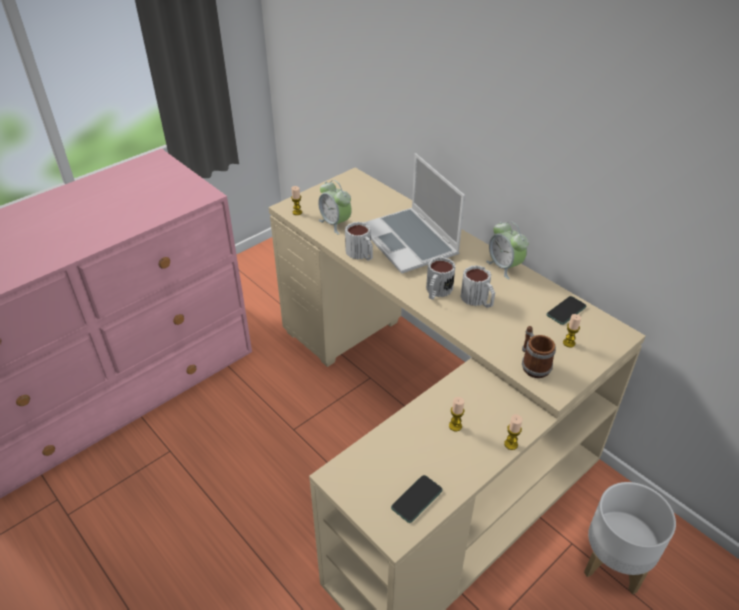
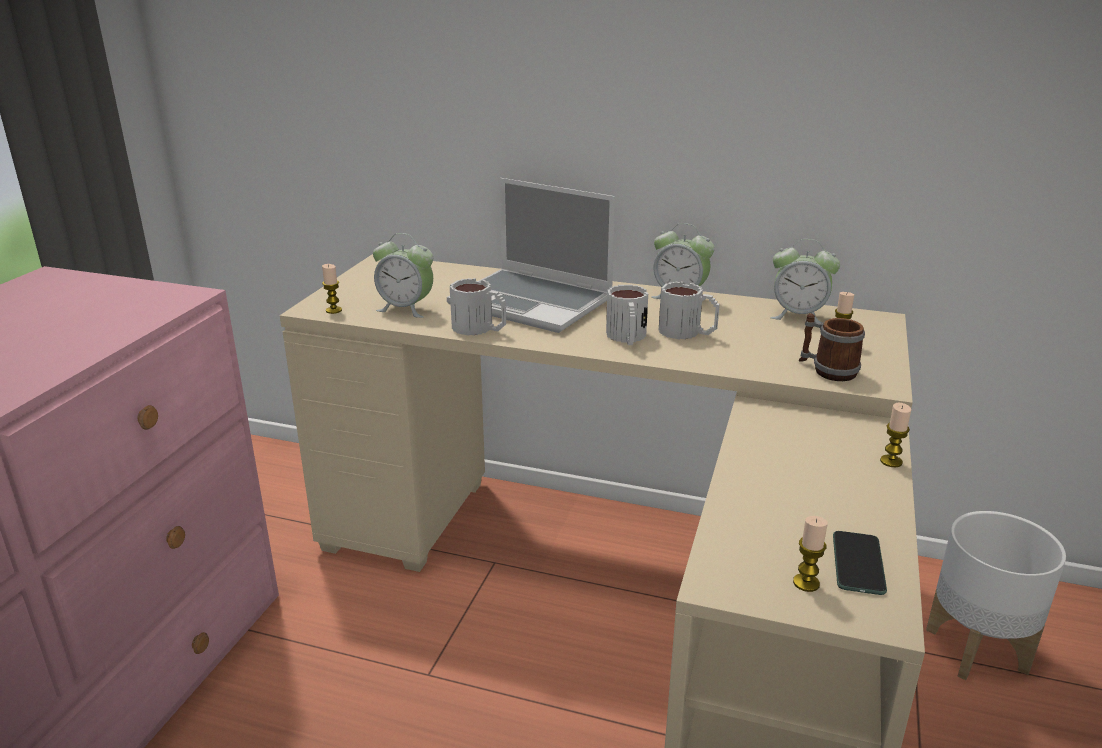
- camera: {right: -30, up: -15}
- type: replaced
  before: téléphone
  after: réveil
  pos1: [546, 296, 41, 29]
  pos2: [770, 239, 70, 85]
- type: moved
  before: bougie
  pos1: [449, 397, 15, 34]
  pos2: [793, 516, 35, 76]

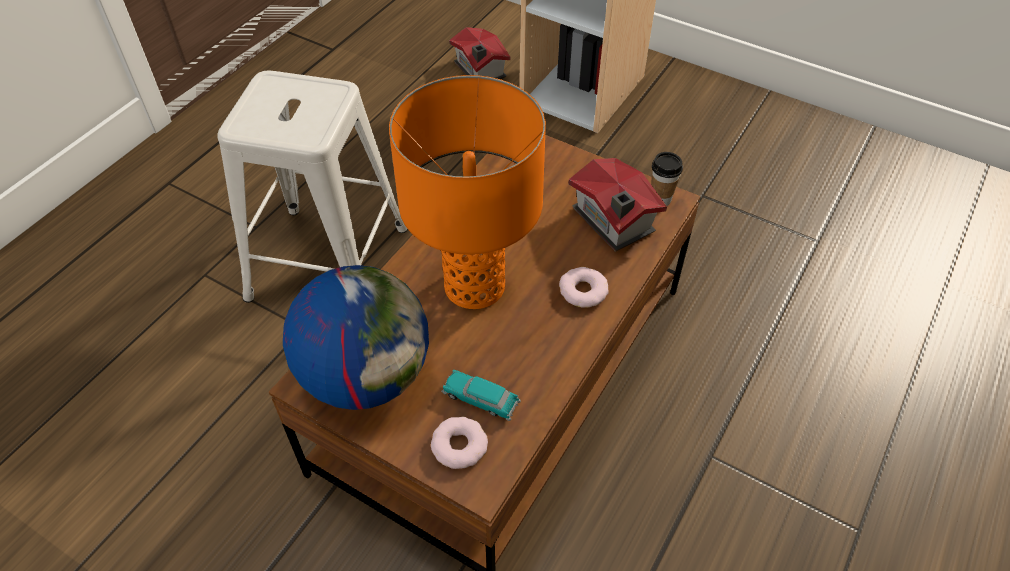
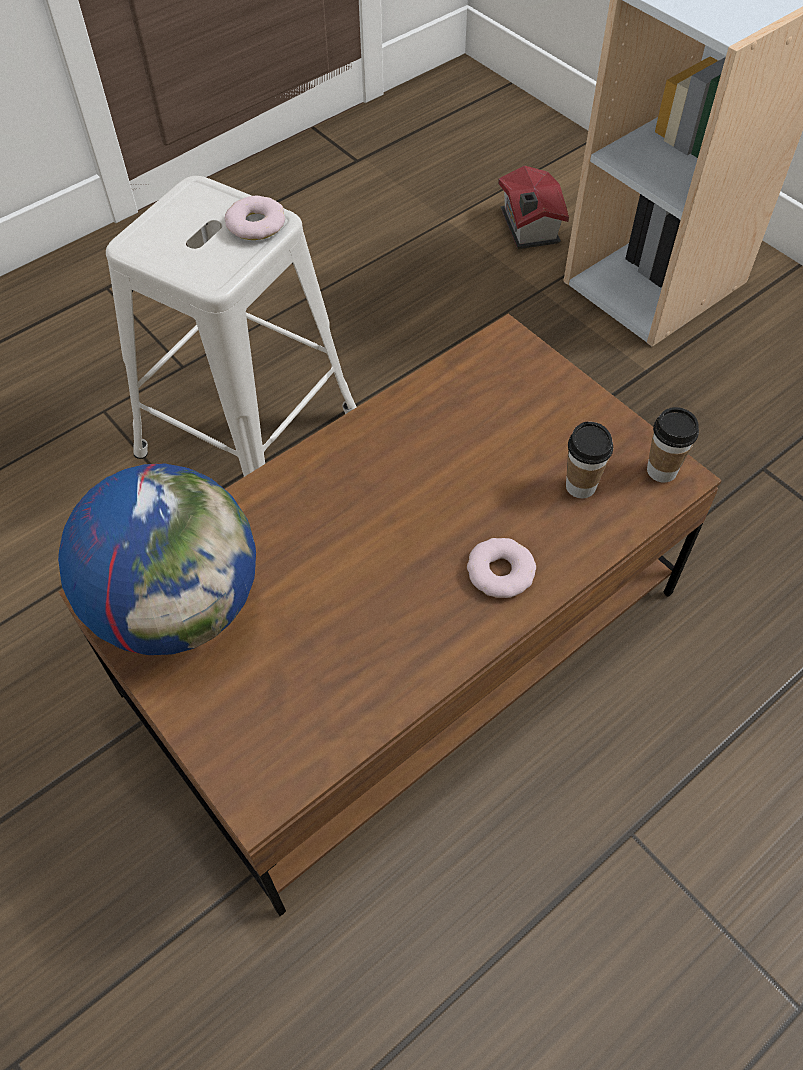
- camera: {right: 20, up: 5}
- type: removed
  before: lampe de table (orange)
  pos1: [389, 75, 157, 234]
- type: replaced
  before: maison miniature
  after: tasse
  pos1: [568, 158, 99, 94]
  pos2: [566, 422, 47, 76]
- type: removed
  before: petite voiture
  pos1: [441, 370, 80, 51]
- type: moved
  before: beignet
  pos1: [431, 417, 57, 52]
  pos2: [225, 195, 60, 45]

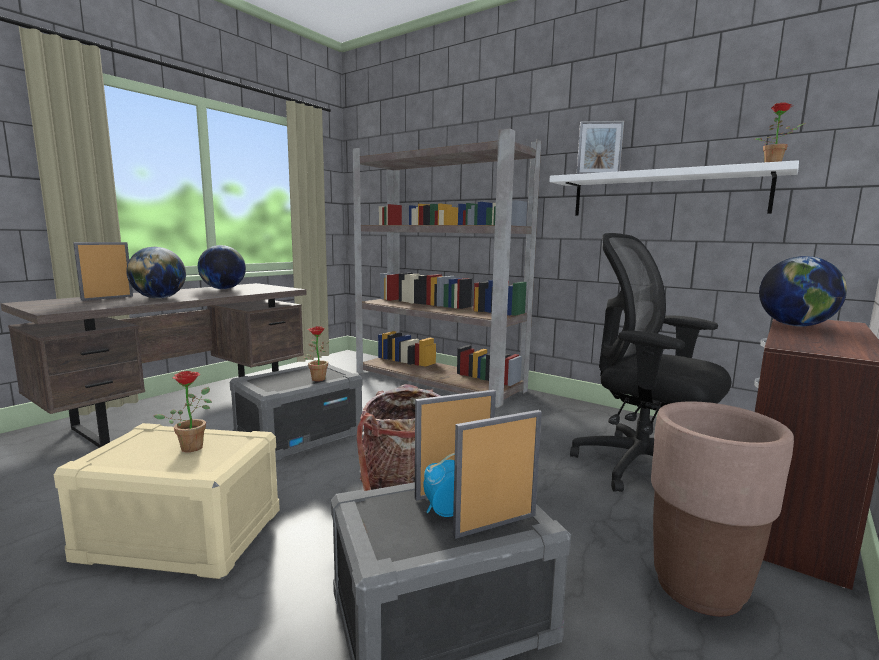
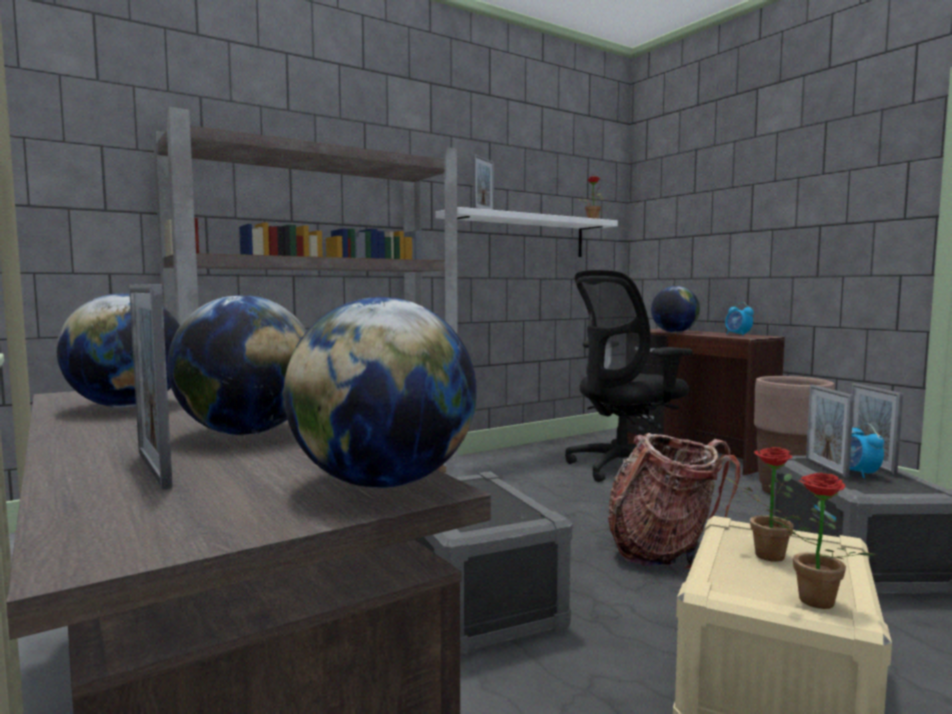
- camera: {right: -70, up: -5}
- type: moved
  before: plante en pot
  pos1: [304, 326, 26, 55]
  pos2: [770, 473, 107, 136]
- type: added
  after: globe
  pos2: [284, 297, 193, 191]
- type: added
  after: réveil
  pos2: [725, 302, 29, 34]

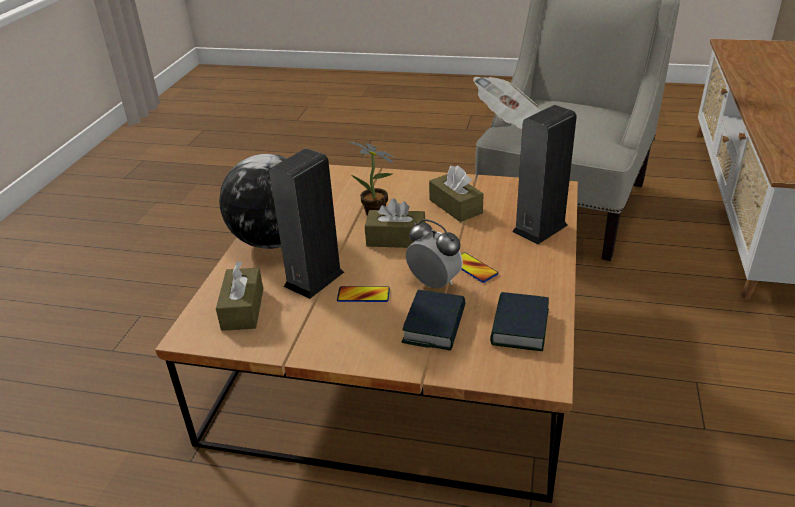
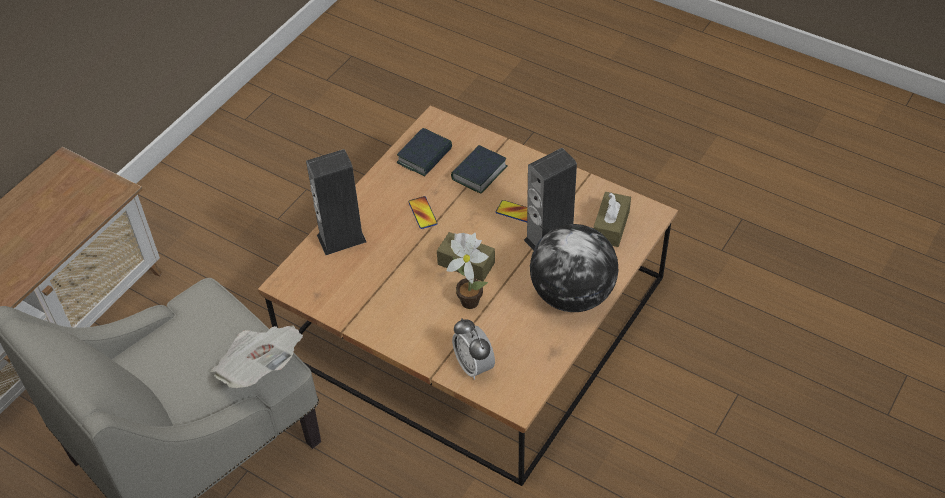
- camera: {right: -160, up: 15}
- type: removed
  before: boîte à mouchoirs (marron)
  pos1: [429, 166, 55, 56]
- type: moved
  before: réveil
  pos1: [406, 219, 57, 69]
  pos2: [452, 318, 43, 62]

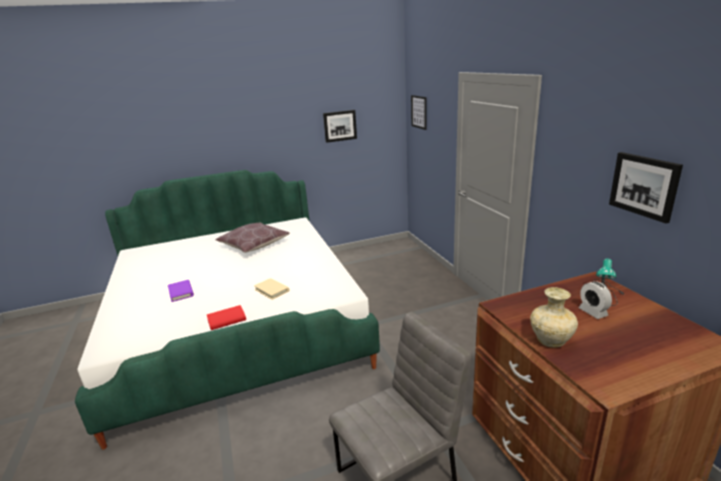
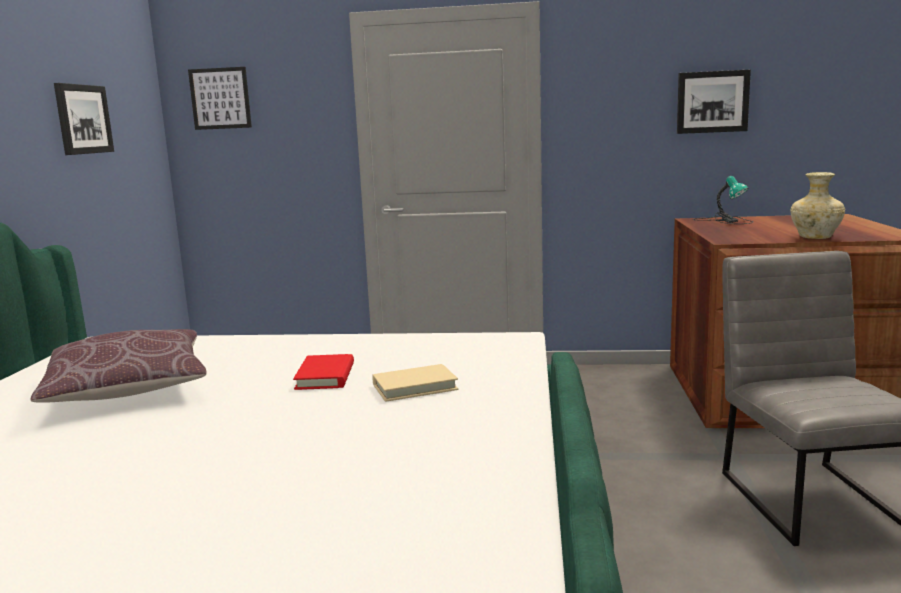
- camera: {right: -65, up: -10}
- type: removed
  before: livre (violet)
  pos1: [168, 280, 26, 22]
- type: removed
  before: réveil
  pos1: [578, 281, 34, 38]
- type: moved
  before: livre (rouge)
  pos1: [207, 305, 39, 25]
  pos2: [293, 354, 61, 36]

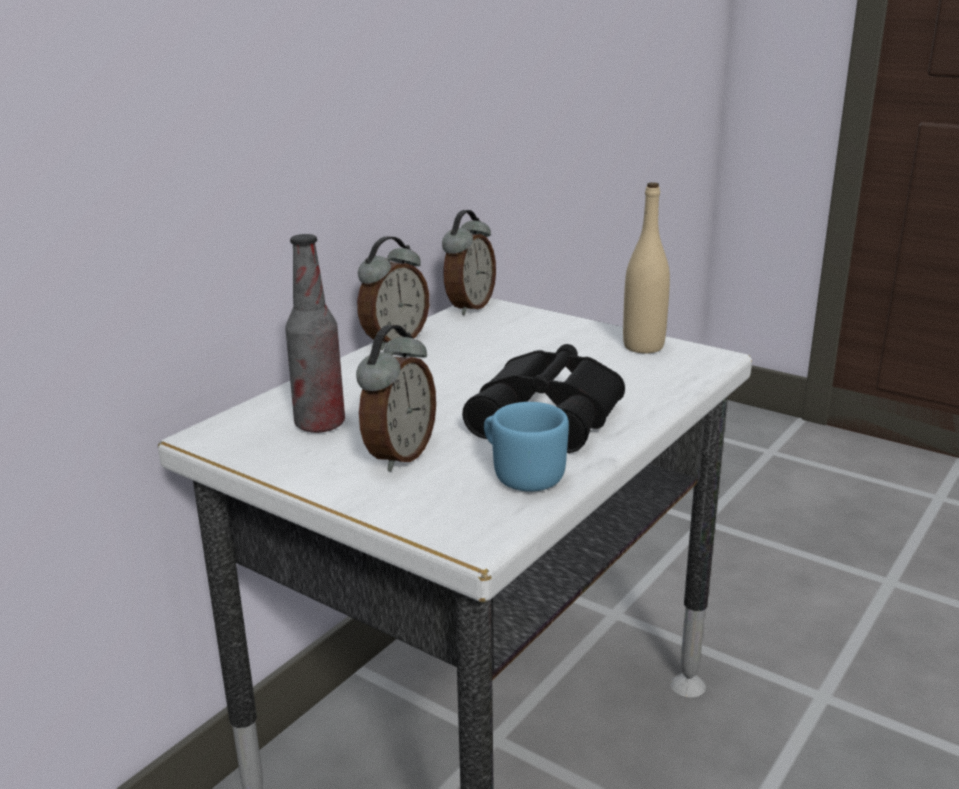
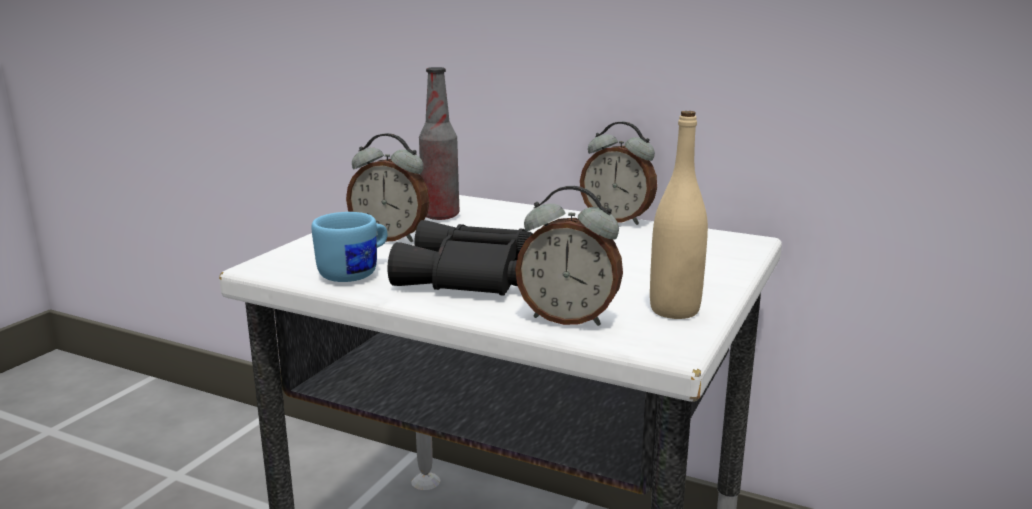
- camera: {right: 80, up: -5}
- type: moved
  before: réveil
  pos1: [442, 210, 54, 105]
  pos2: [515, 186, 108, 140]

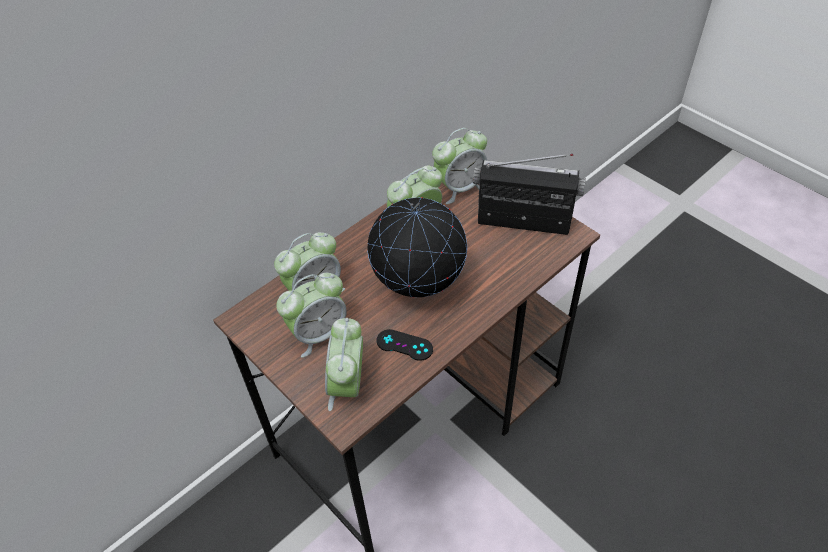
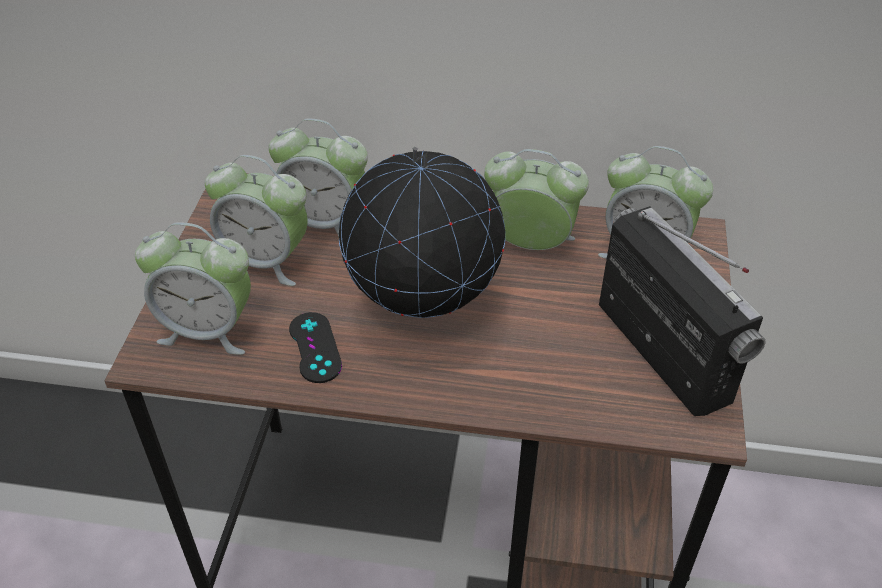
- camera: {right: 50, up: -5}
- type: turned
  before: réveil
  pos1: [325, 318, 38, 93]
  pos2: [135, 222, 116, 133]
  turn: -135

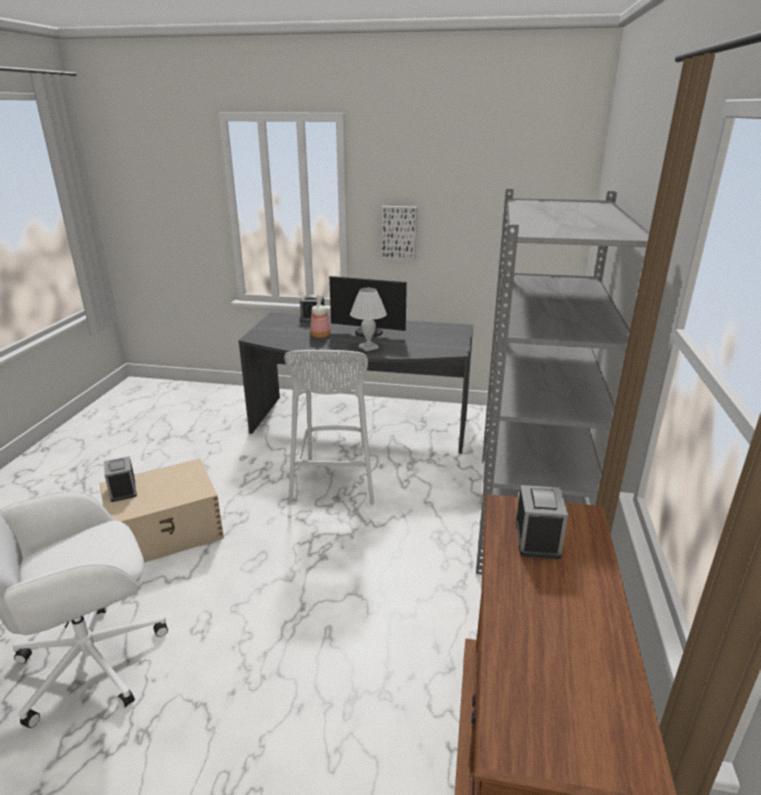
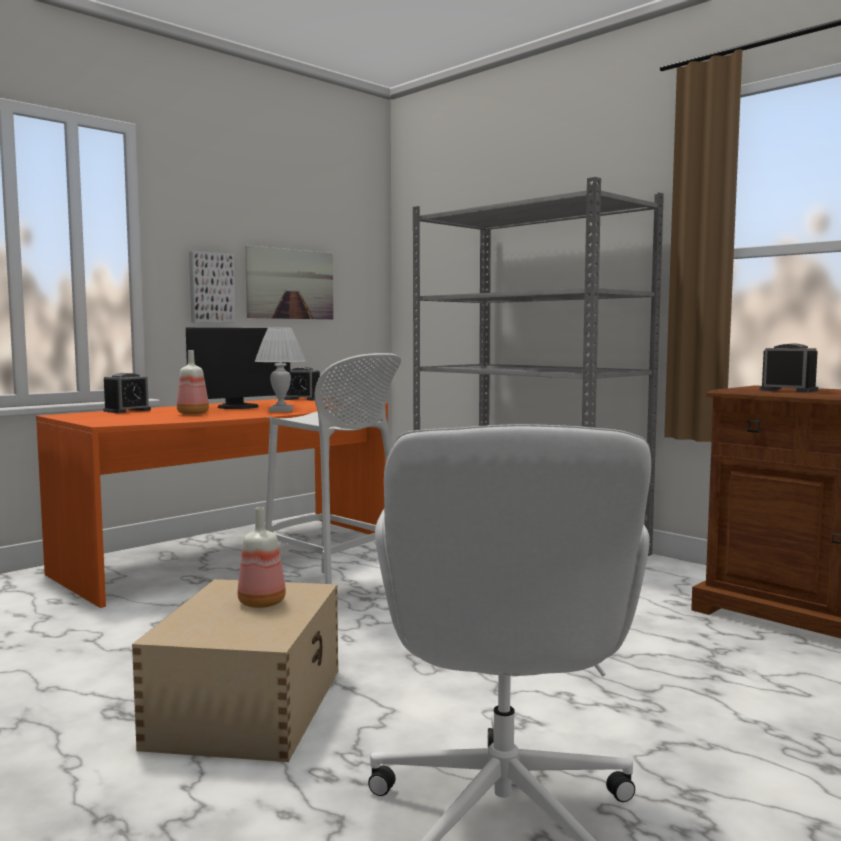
- camera: {right: -55, up: -20}
- type: recoloured
  before: bureau (gris)
  after: bureau (orange)
  pos1: [238, 313, 235, 141]
  pos2: [36, 397, 352, 211]
- type: moved
  before: réveil
  pos1: [104, 456, 33, 46]
  pos2: [284, 367, 36, 33]
- type: added
  after: tableau
  pos2: [245, 245, 88, 74]
- type: added
  after: bouteille
  pos2: [238, 507, 48, 101]

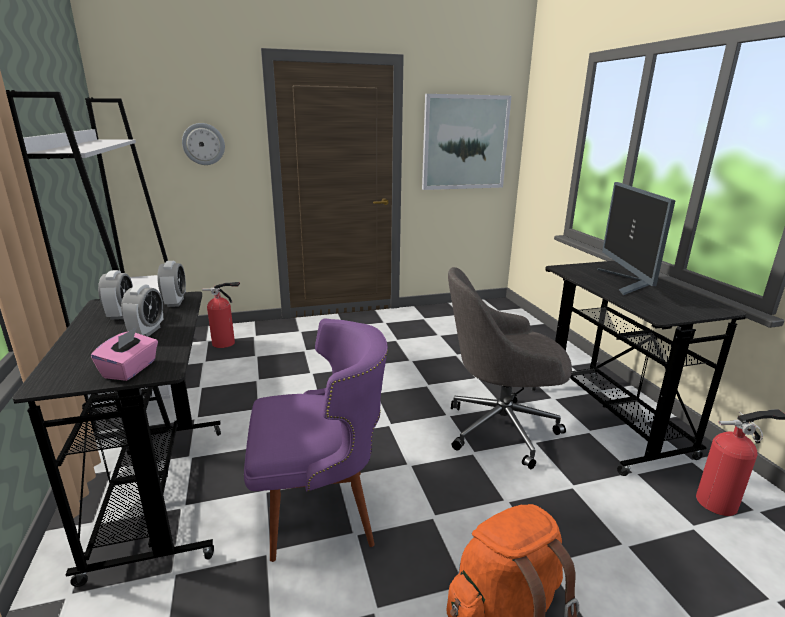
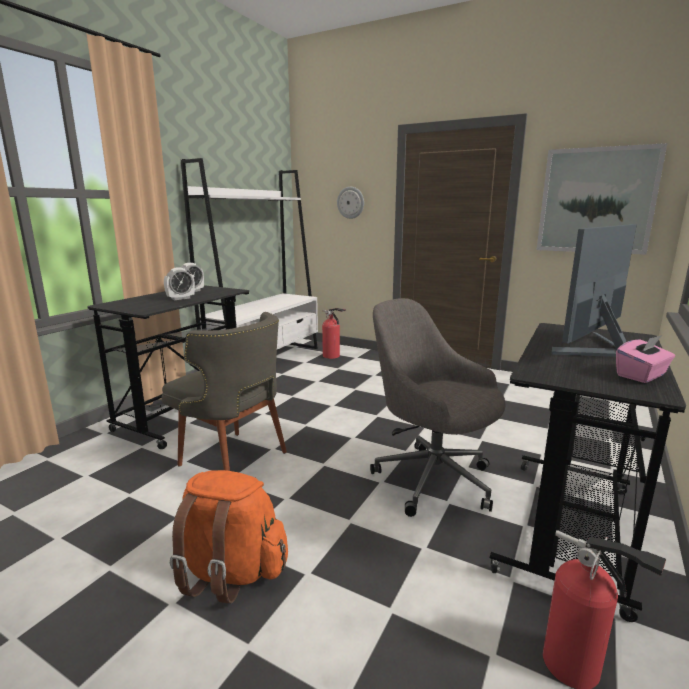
- camera: {right: 45, up: -5}
- type: removed
  before: réveil
  pos1: [157, 261, 29, 46]
- type: recoloured
  before: chaise (violet)
  after: chaise (gris)
  pos1: [244, 319, 144, 243]
  pos2: [161, 312, 126, 159]
- type: moved
  before: boîte à mouchoirs (rose)
  pos1: [91, 327, 67, 54]
  pos2: [616, 335, 59, 48]

